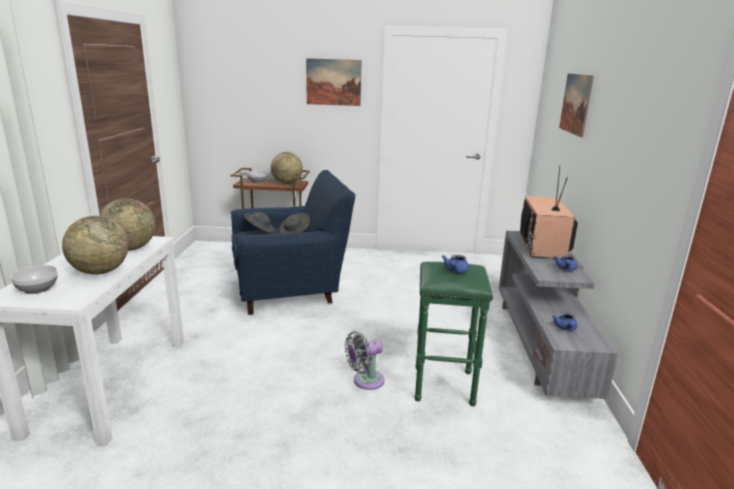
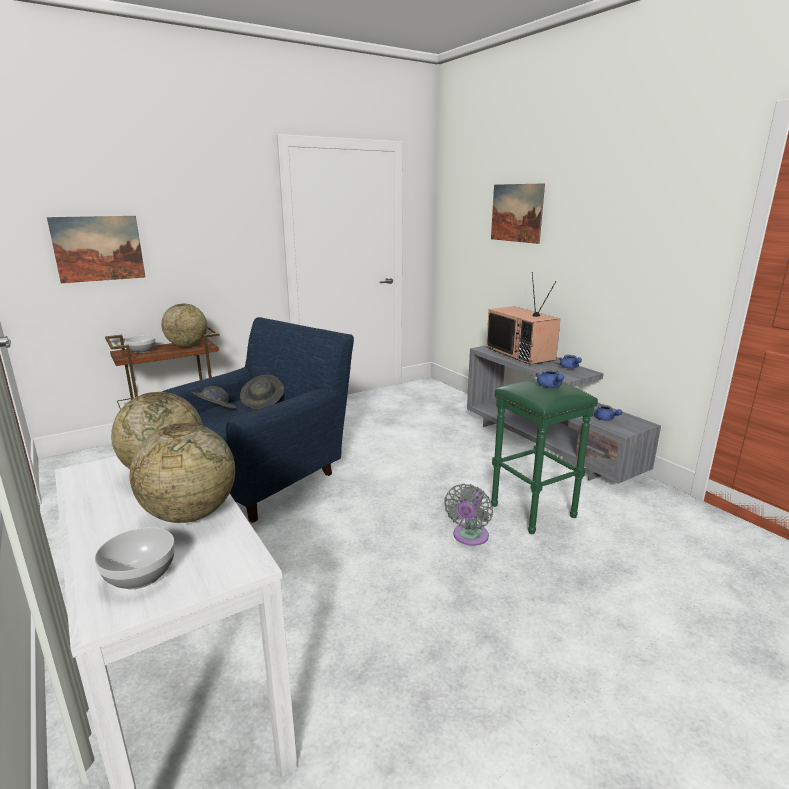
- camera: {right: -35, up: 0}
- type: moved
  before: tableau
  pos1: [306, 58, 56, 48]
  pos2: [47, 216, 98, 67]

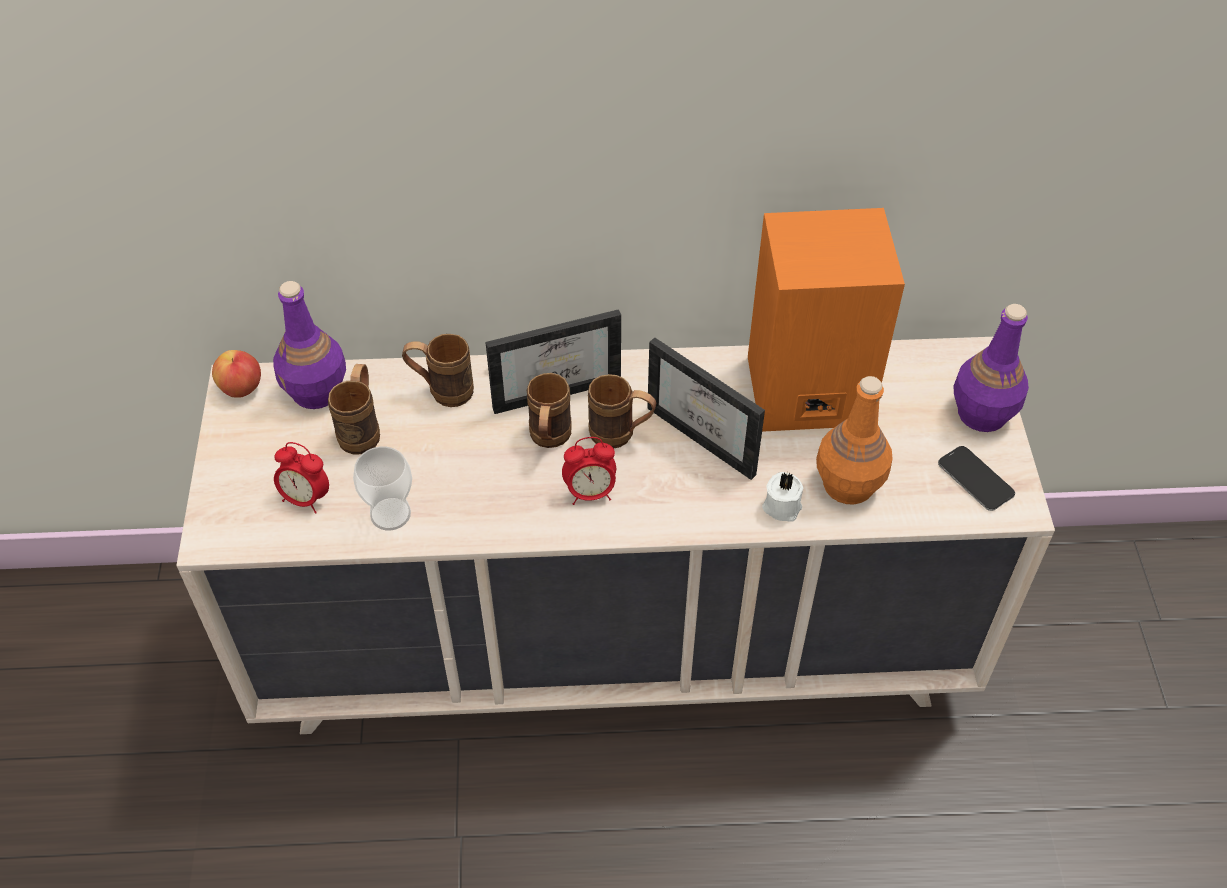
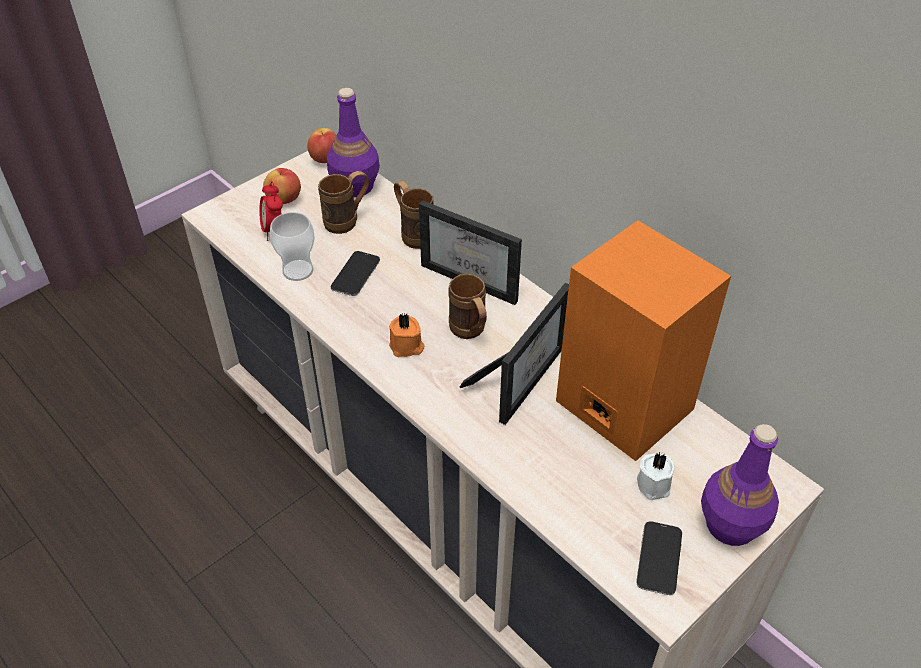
- camera: {right: 50, up: -5}
- type: turned
  before: cadre photo
  pos1: [647, 338, 118, 142]
  pos2: [460, 283, 109, 142]
  turn: -150
- type: removed
  before: mug (marron)
  pos1: [527, 373, 44, 75]
- type: removed
  before: bouteille (orange)
  pos1: [816, 376, 77, 128]
- type: replaced
  before: réveil
  after: bougie (orange)
  pos1: [562, 437, 54, 68]
  pos2: [389, 313, 35, 44]
- type: moved
  before: bougie (blanc)
  pos1: [762, 472, 42, 50]
  pos2: [637, 452, 37, 48]
- type: added
  after: pomme
  pos2: [263, 168, 38, 36]
- type: added
  after: téléphone
  pos2: [331, 251, 49, 45]

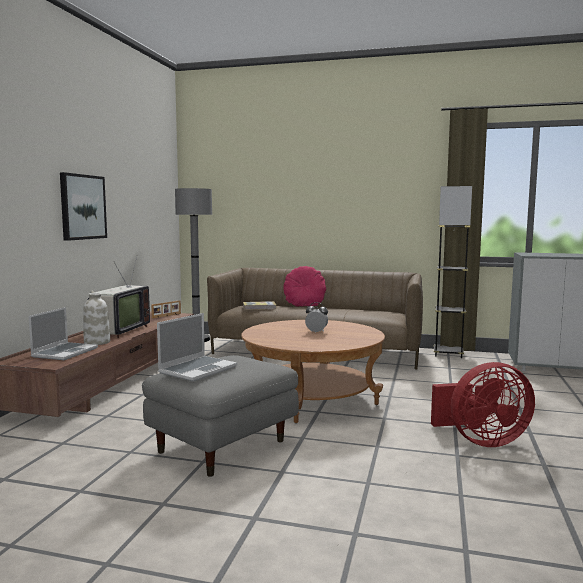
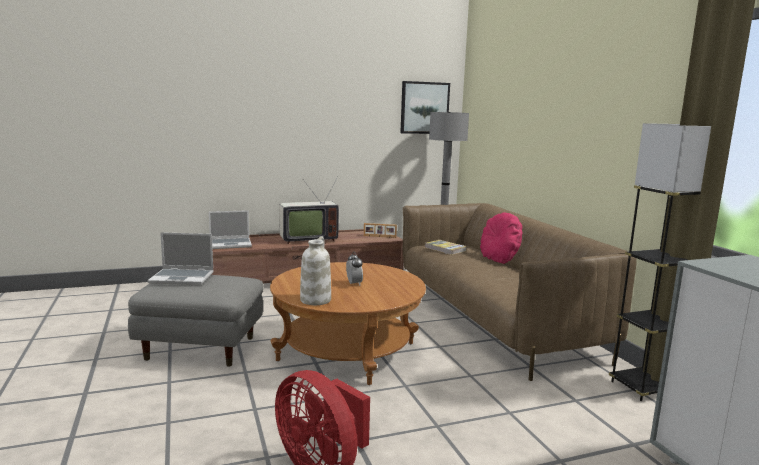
- camera: {right: 55, up: 5}
- type: moved
  before: tableau
  pos1: [60, 172, 47, 69]
  pos2: [400, 81, 50, 53]
- type: moved
  before: vase (blanc)
  pos1: [83, 291, 27, 54]
  pos2: [300, 236, 31, 69]

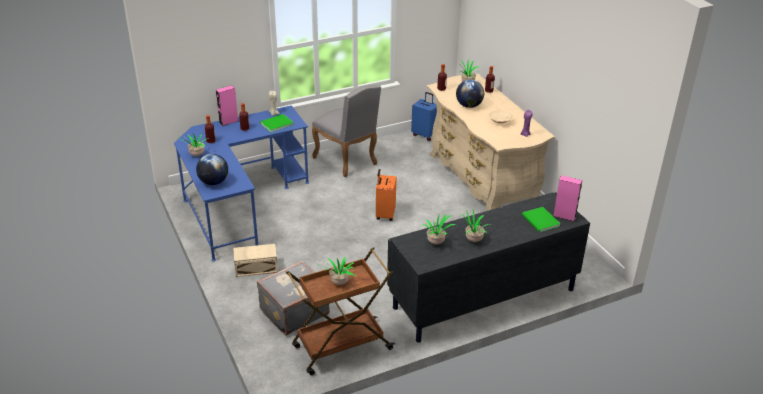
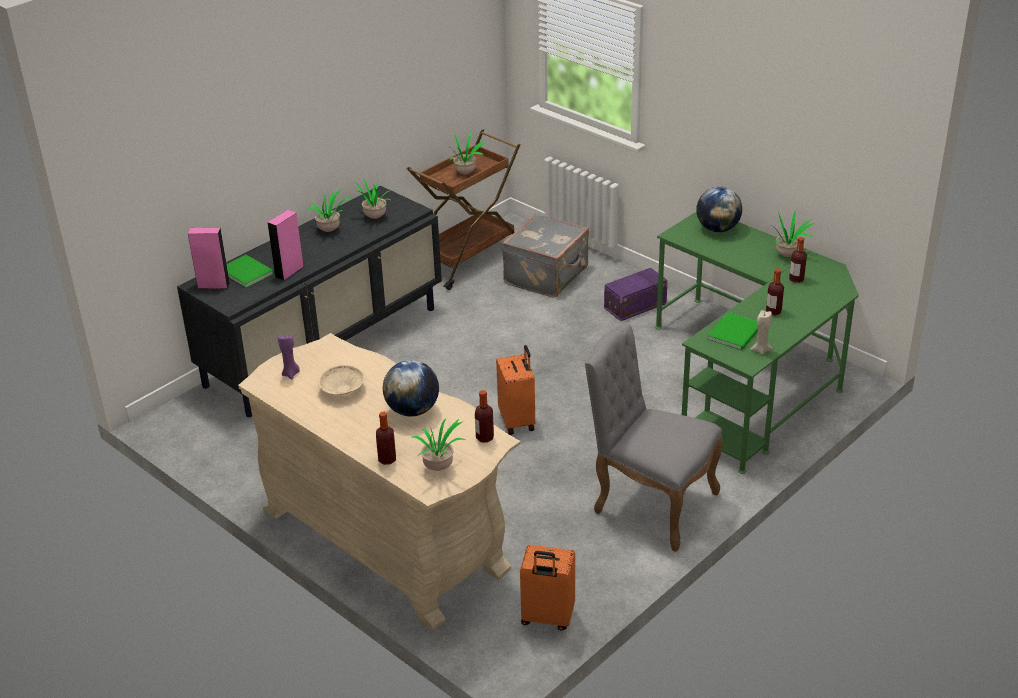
- camera: {right: 160, up: 0}
- type: moved
  before: enceinte (rose)
  pos1: [216, 85, 22, 41]
  pos2: [267, 210, 37, 71]
- type: recoloured
  before: valise (bleu)
  after: valise (orange)
  pos1: [411, 92, 26, 49]
  pos2: [520, 545, 55, 86]
- type: recoloured
  before: bureau (bleu)
  after: bureau (vert)
  pos1: [174, 105, 135, 156]
  pos2: [655, 212, 204, 262]
- type: recoloured
  before: boîte de rangement (beige)
  after: boîte de rangement (violet)
  pos1: [233, 244, 45, 33]
  pos2: [604, 268, 64, 53]

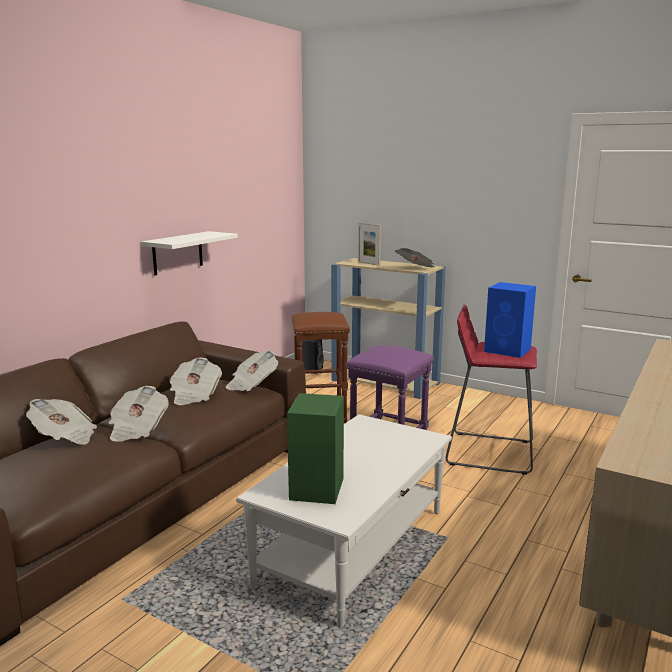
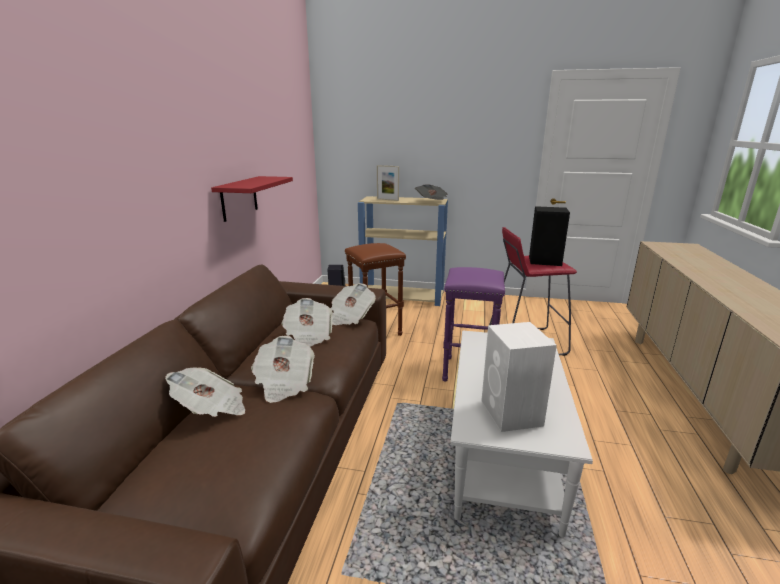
- camera: {right: -20, up: 5}
- type: recoloured
  before: étagère (blanc)
  after: étagère (rouge)
  pos1: [141, 231, 97, 45]
  pos2: [211, 176, 82, 46]
- type: recoloured
  before: enceinte (bleu)
  after: enceinte (noir)
  pos1: [484, 282, 52, 76]
  pos2: [529, 206, 41, 60]
- type: recoloured
  before: enceinte (vert)
  after: enceinte (blanc)
  pos1: [287, 393, 57, 111]
  pos2: [481, 322, 76, 110]

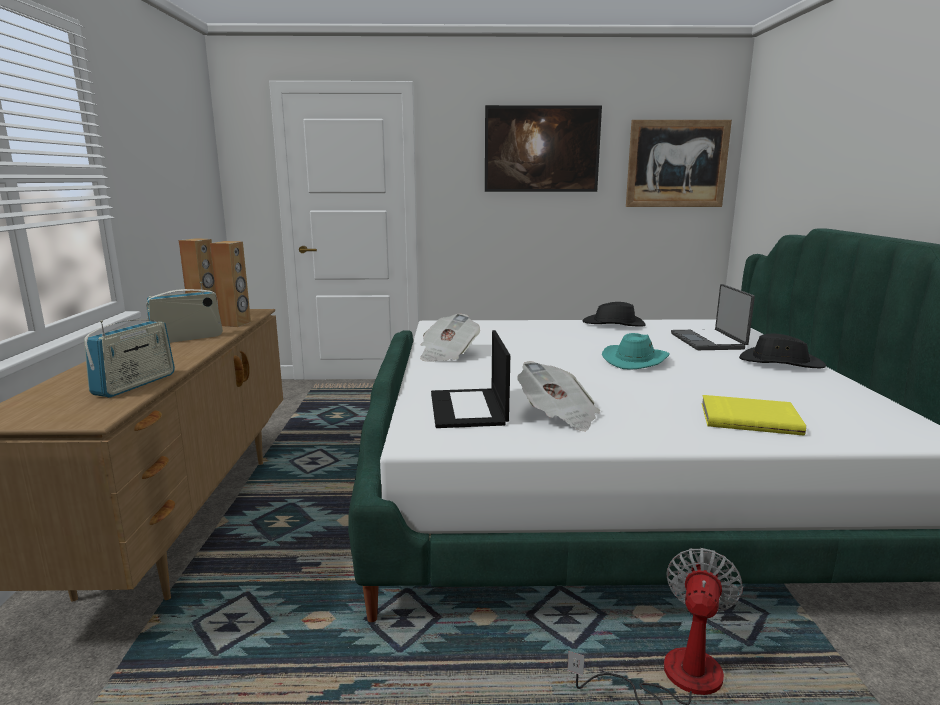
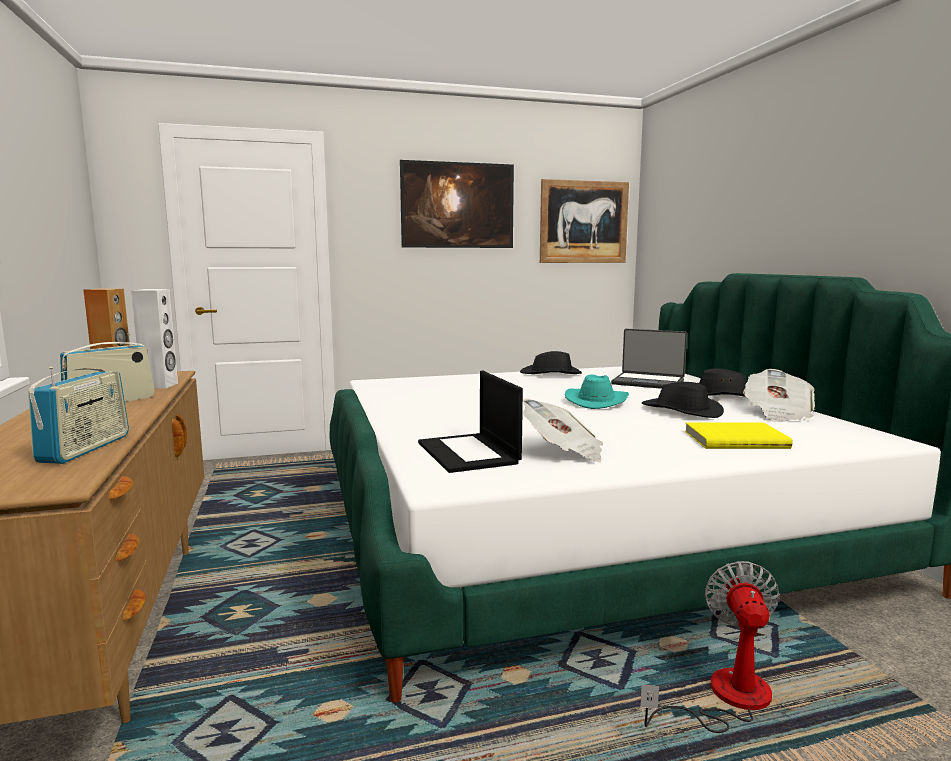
- camera: {right: -15, up: -5}
- type: recoloured
  before: enceinte (marron)
  after: enceinte (blanc)
  pos1: [210, 241, 41, 86]
  pos2: [131, 289, 47, 100]
- type: turned
  before: ordinateur portable
  pos1: [671, 284, 84, 66]
  pos2: [611, 329, 76, 60]
  turn: -45
- type: moved
  before: journal
  pos1: [420, 314, 60, 48]
  pos2: [743, 369, 72, 53]
- type: added
  after: chapeau (noir)
  pos2: [642, 382, 82, 36]

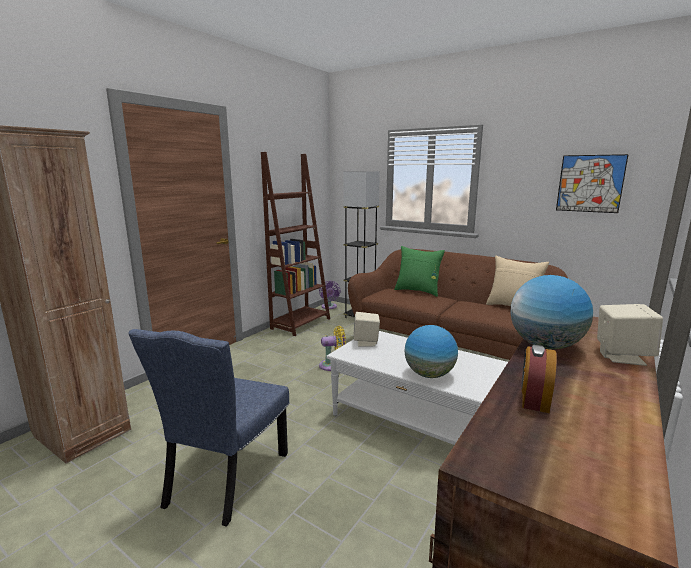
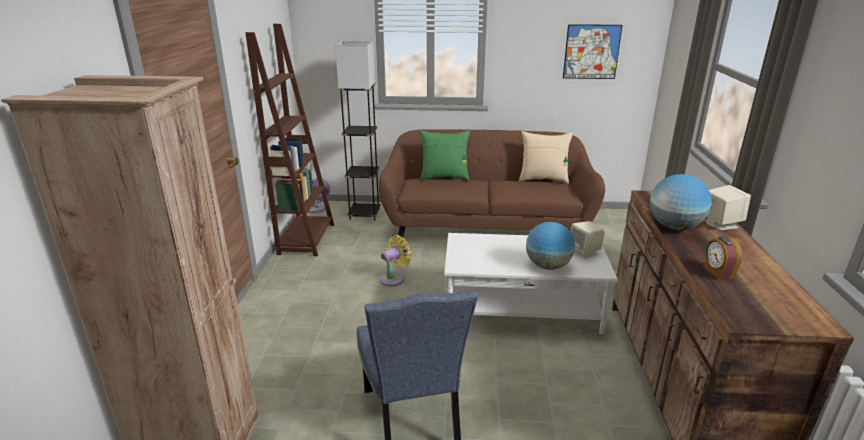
- camera: {right: -30, up: 10}
- type: moved
  before: enceinte (beige)
  pos1: [353, 312, 27, 34]
  pos2: [571, 221, 34, 38]

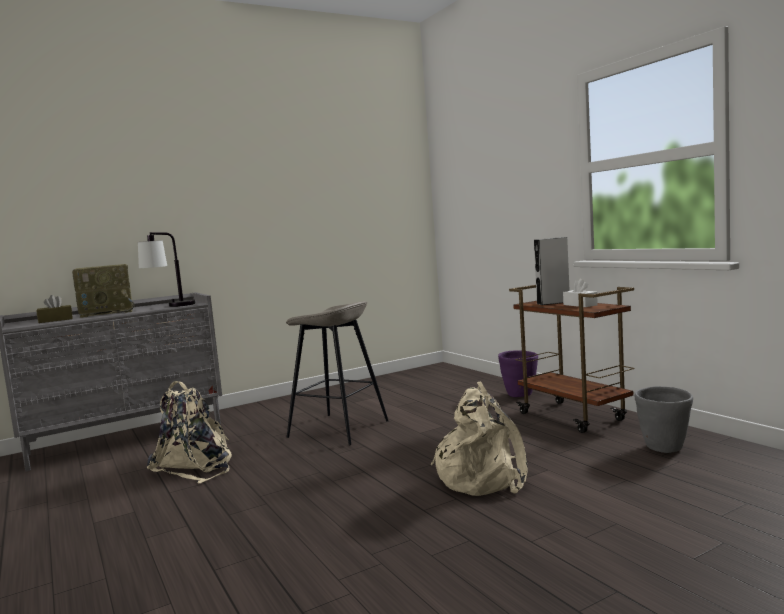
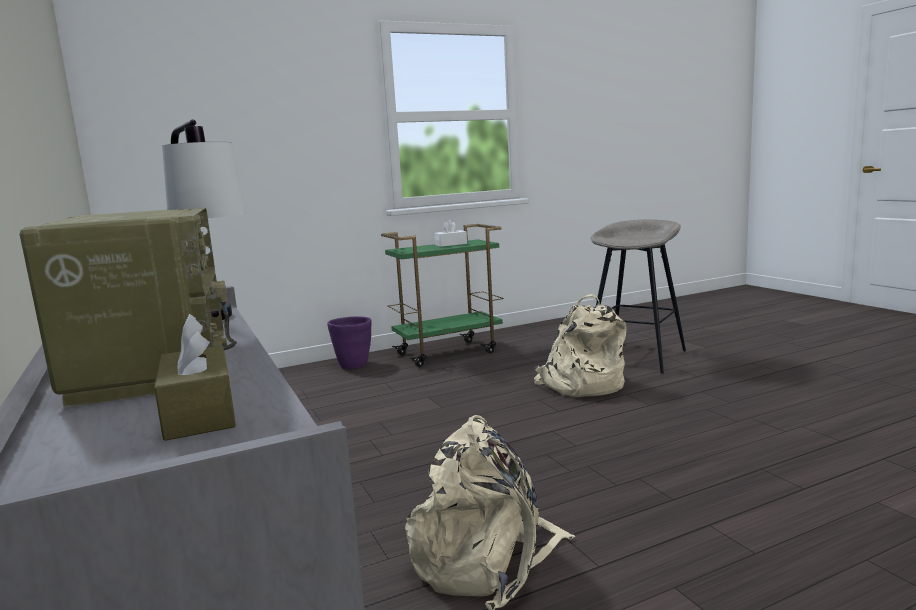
- camera: {right: -85, up: 5}
- type: removed
  before: enceinte (gris)
  pos1: [534, 237, 36, 68]
- type: recoloured
  before: chariot (marron)
  after: chariot (vert)
  pos1: [509, 285, 126, 148]
  pos2: [381, 224, 123, 143]
- type: moved
  before: tabouret (gris)
  pos1: [286, 301, 102, 144]
  pos2: [590, 219, 96, 155]
- type: removed
  before: cache-pot (gris)
  pos1: [634, 386, 59, 67]

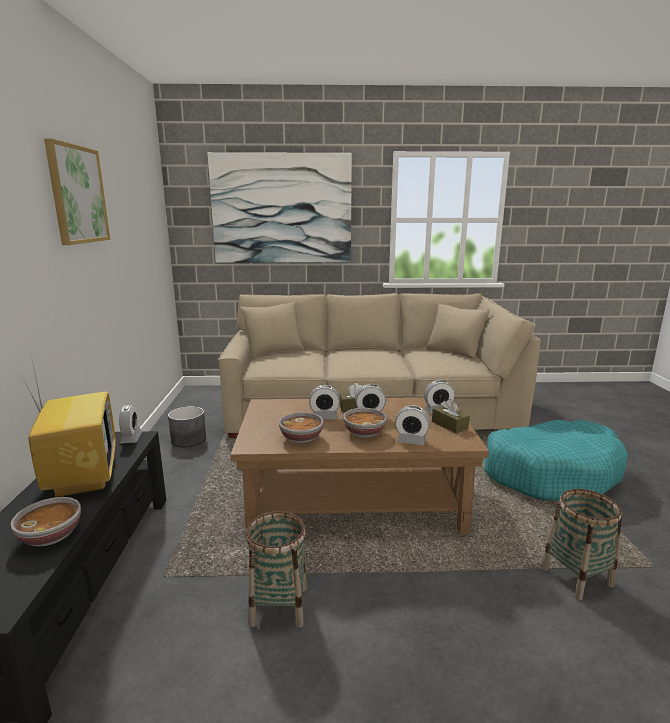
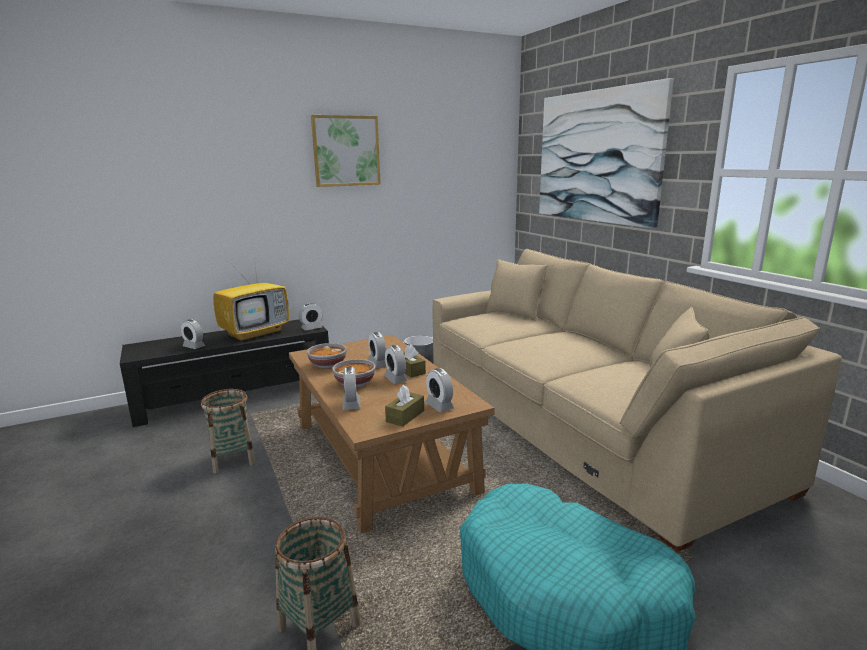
- camera: {right: 65, up: 0}
- type: replaced
  before: bol
  after: réveil
  pos1: [10, 497, 71, 49]
  pos2: [181, 319, 24, 30]

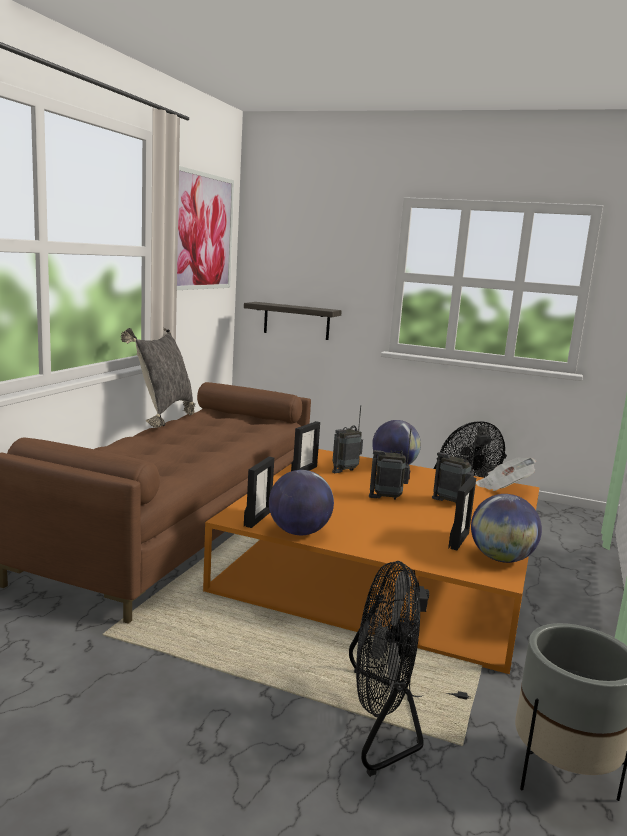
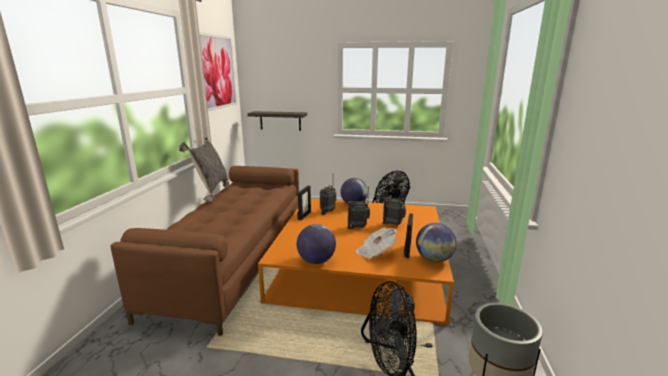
- camera: {right: -10, up: 5}
- type: removed
  before: cadre photo
  pos1: [244, 457, 30, 71]
- type: moved
  before: journal
  pos1: [476, 457, 61, 34]
  pos2: [356, 228, 41, 31]

